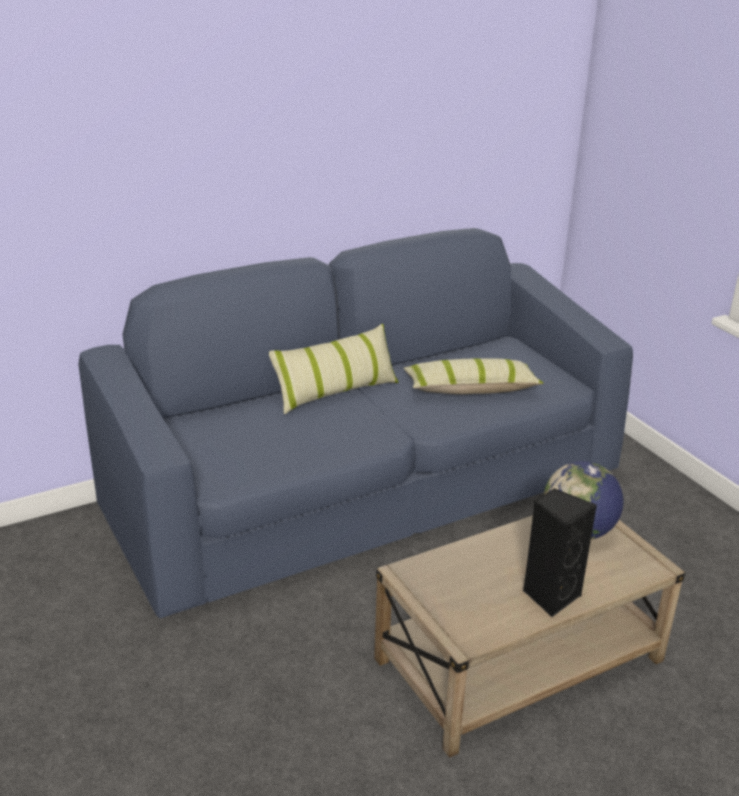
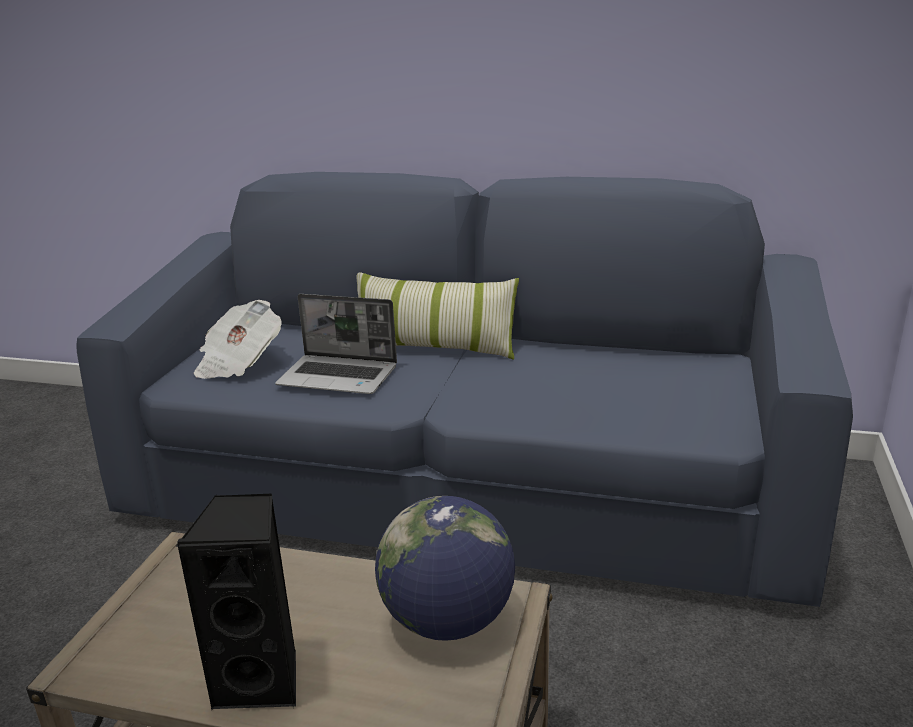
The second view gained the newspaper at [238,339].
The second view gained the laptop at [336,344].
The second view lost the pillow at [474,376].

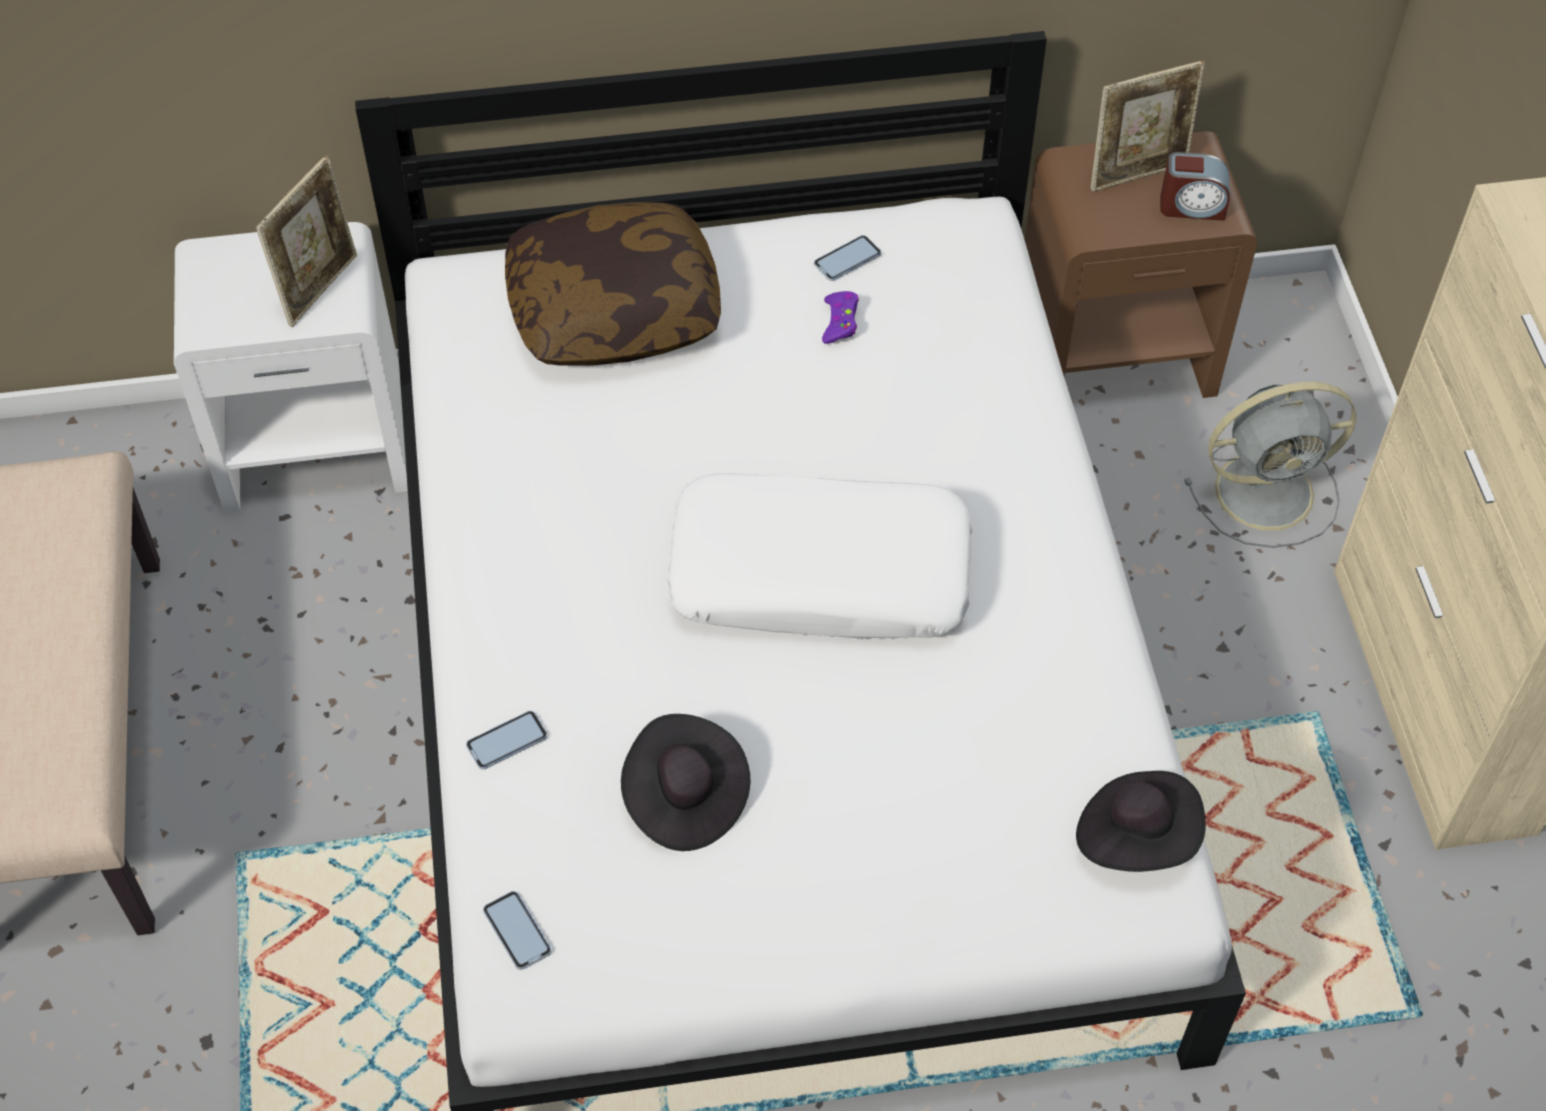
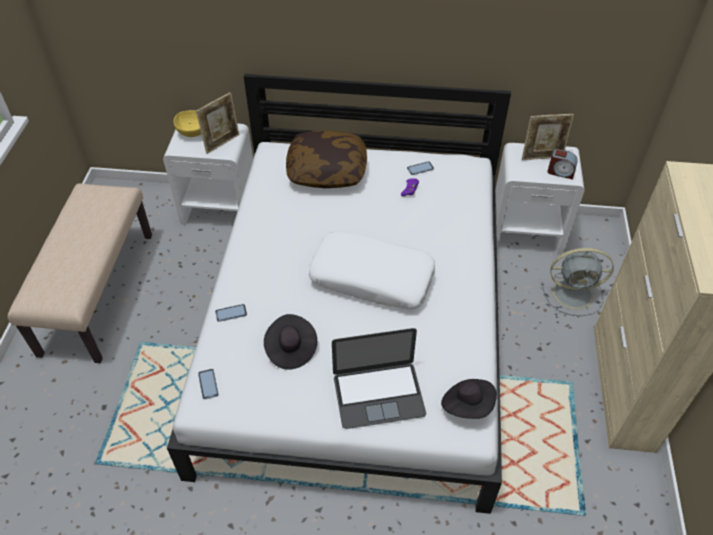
The second view gained the bowl (yellow) at [187,123].
The second view gained the laptop at [379,378].
What was the nightstand (brown) at [1141,264] turned into the nightstand (white) at [540,199].

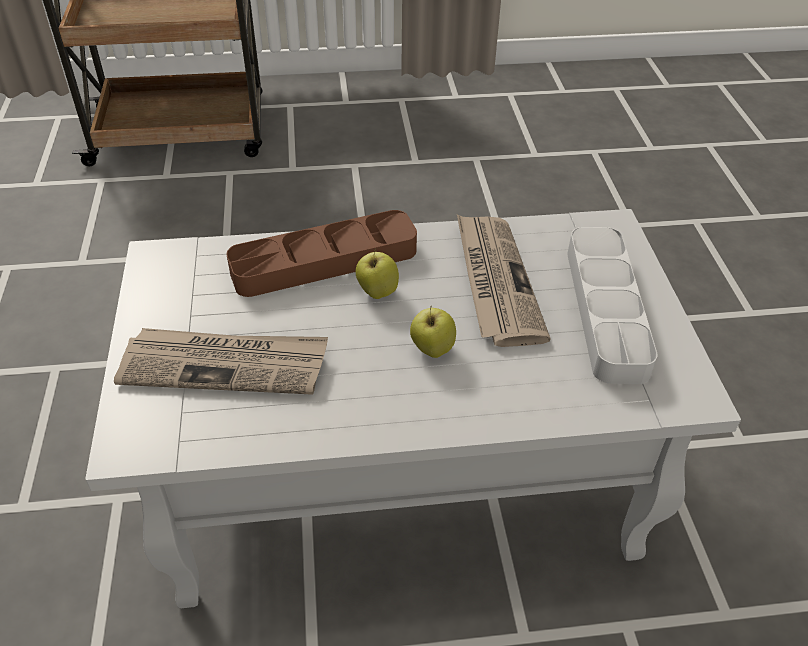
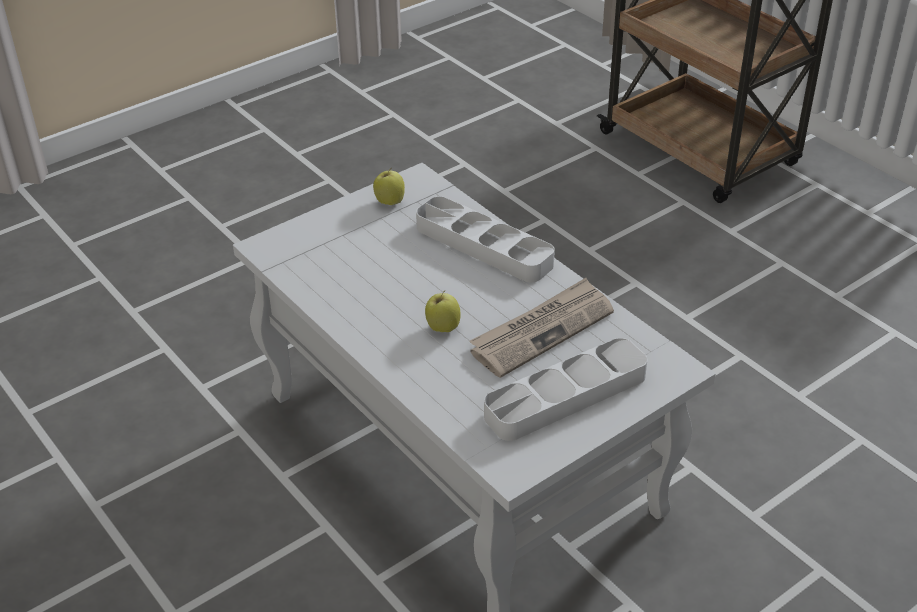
The apple ended up elsewhere, having gone from [377,273] to [389,186].
What was the tray (brown) at [322,253] turned into the tray (grey) at [485,239].
The second view lost the newspaper at [221,361].

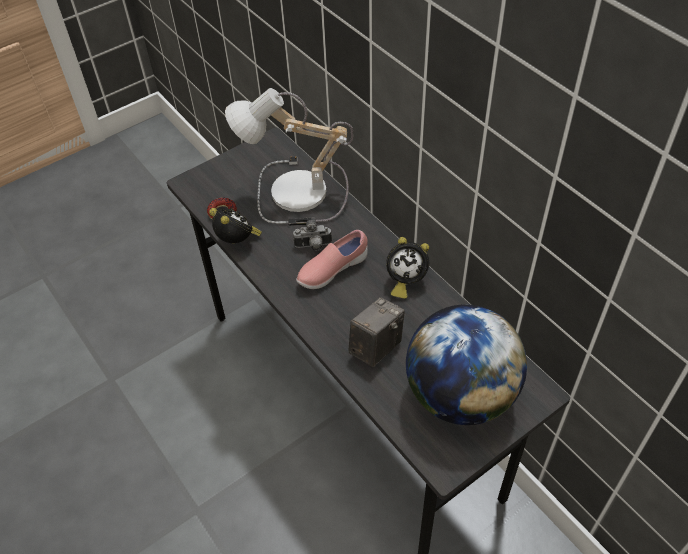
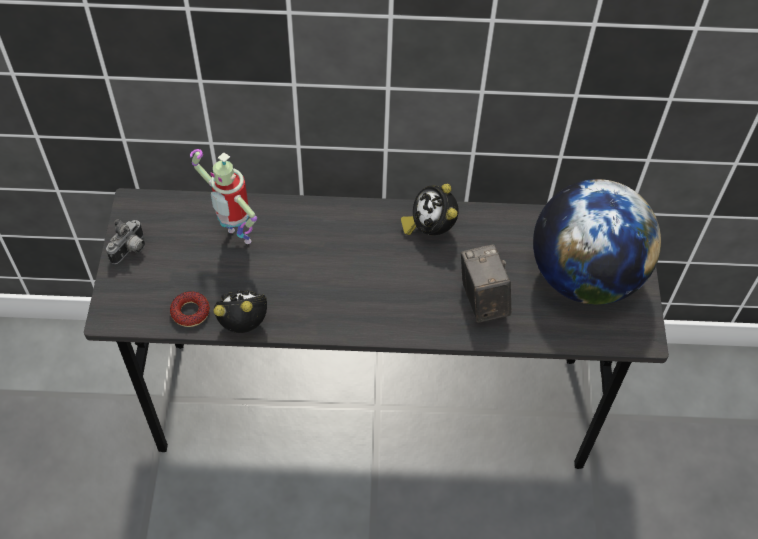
The photo camera ended up elsewhere, having gone from [312,234] to [125,241].
Where the table lamp stood at [289,157], the toy robot came to stand at [223,196].
The alarm clock at [407,268] ended up facing another way, 120 degrees clockwise from before.
The second view lost the shoe (pink) at [332,259].

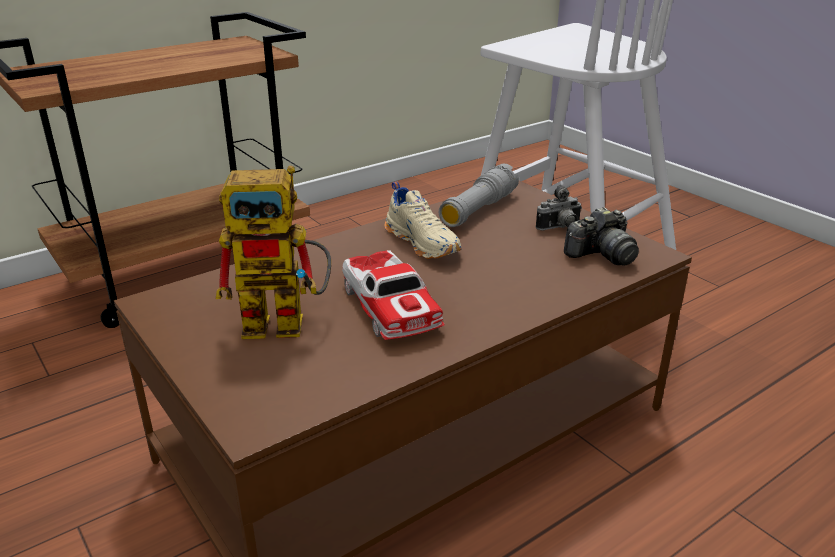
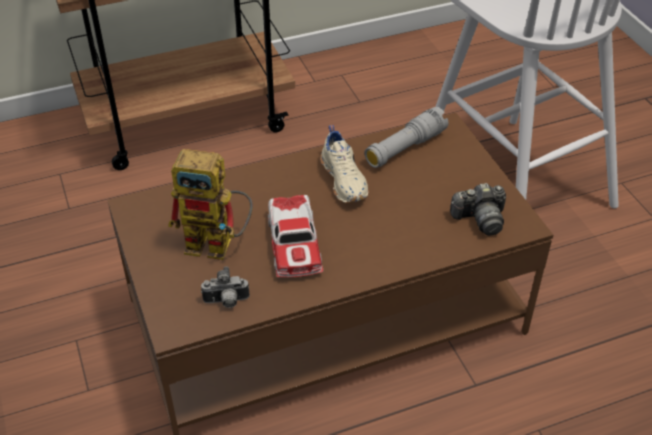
The photo camera ended up elsewhere, having gone from [559,208] to [225,287].

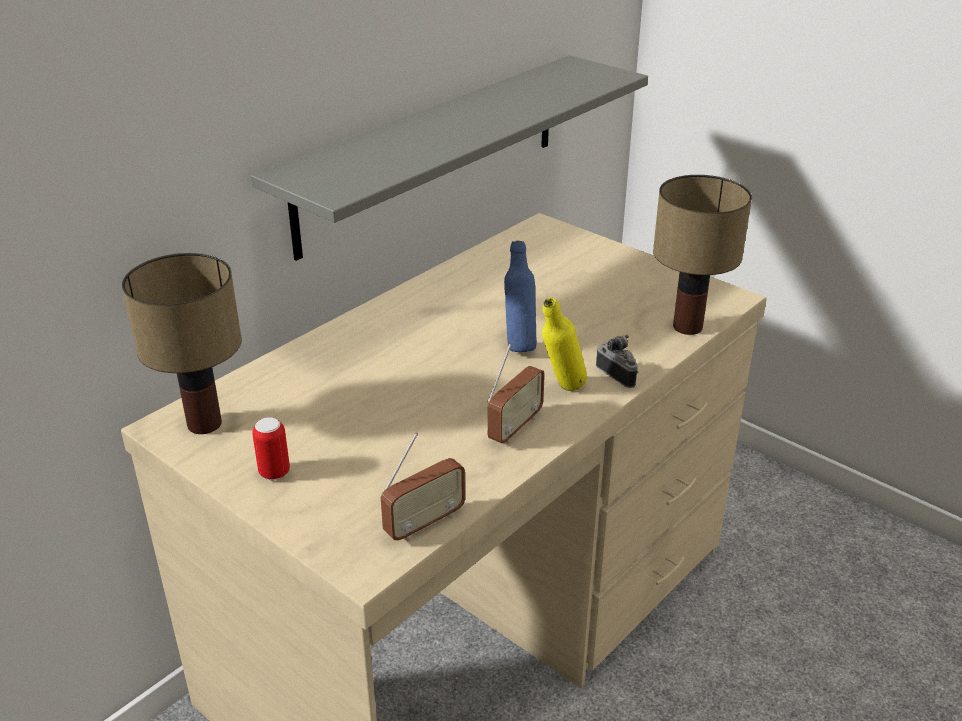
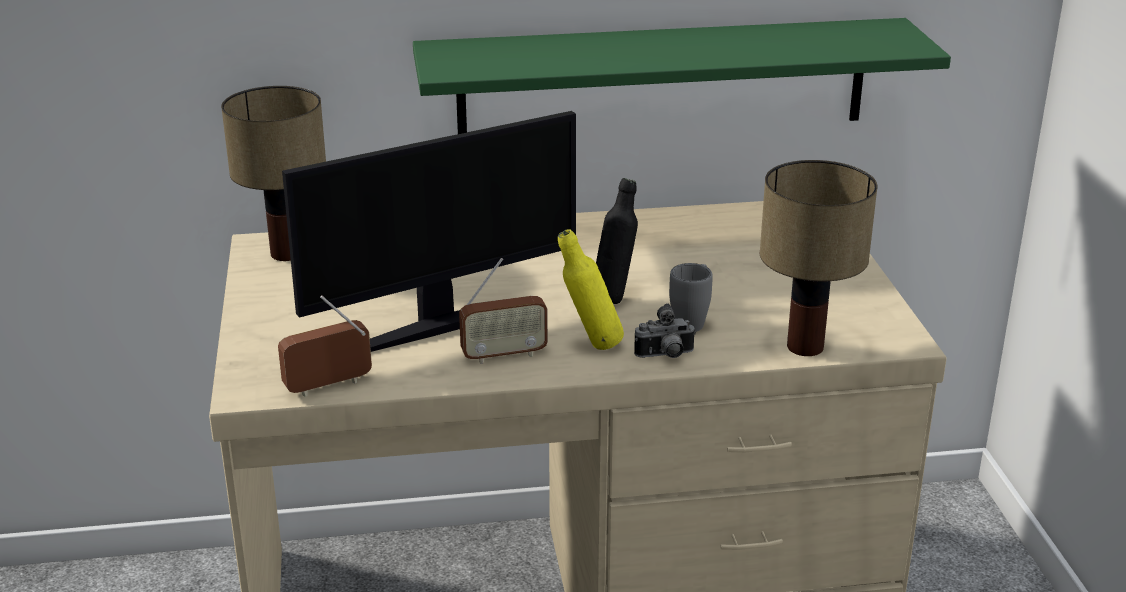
The radio at [423,487] ended up facing another way, 150 degrees clockwise from before.
The second view gained the monitor at [429,231].
What was the shelf (grey) at [449,158] turned into the shelf (green) at [682,76].
What was the bottle (blue) at [520,296] turned into the bottle (black) at [617,241].
The photo camera at [617,361] ended up facing another way, 75 degrees clockwise from before.
The second view gained the mug (grey) at [691,297].
The second view lost the can at [271,448].

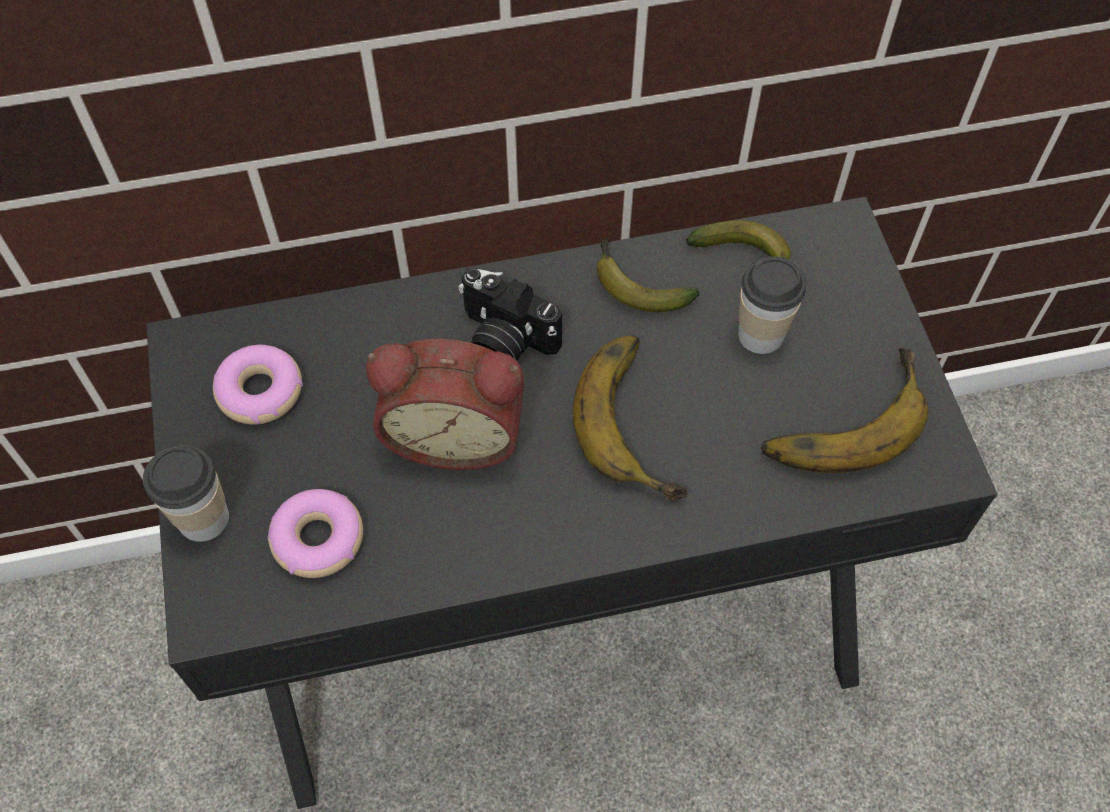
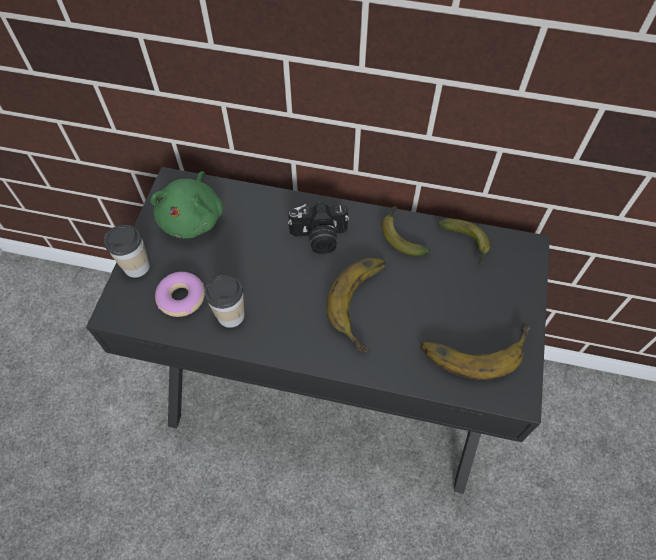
Where the donut stood at [258,385], the plush toy (green) came to stand at [186,204].
The cup ended up elsewhere, having gone from [772,305] to [224,301].
The photo camera at [510,314] ended up facing another way, 60 degrees counterclockwise from before.
The second view lost the alarm clock at [445,404].

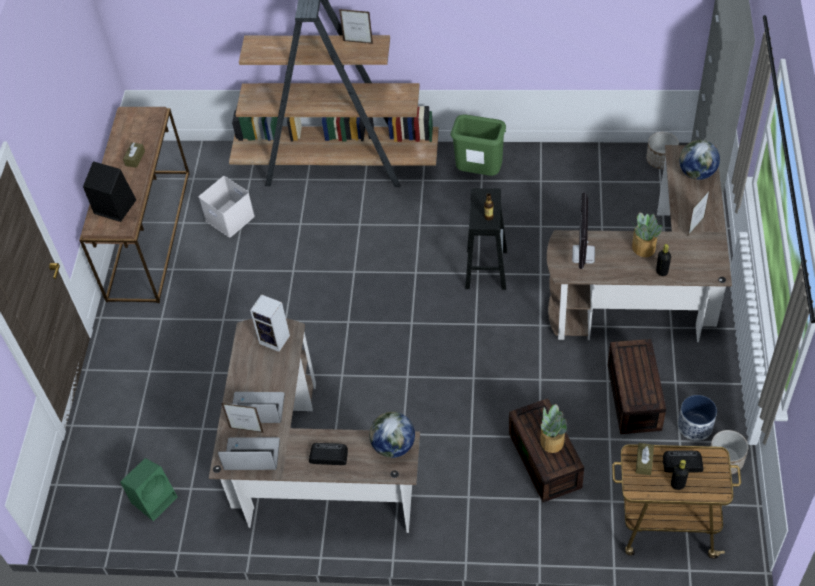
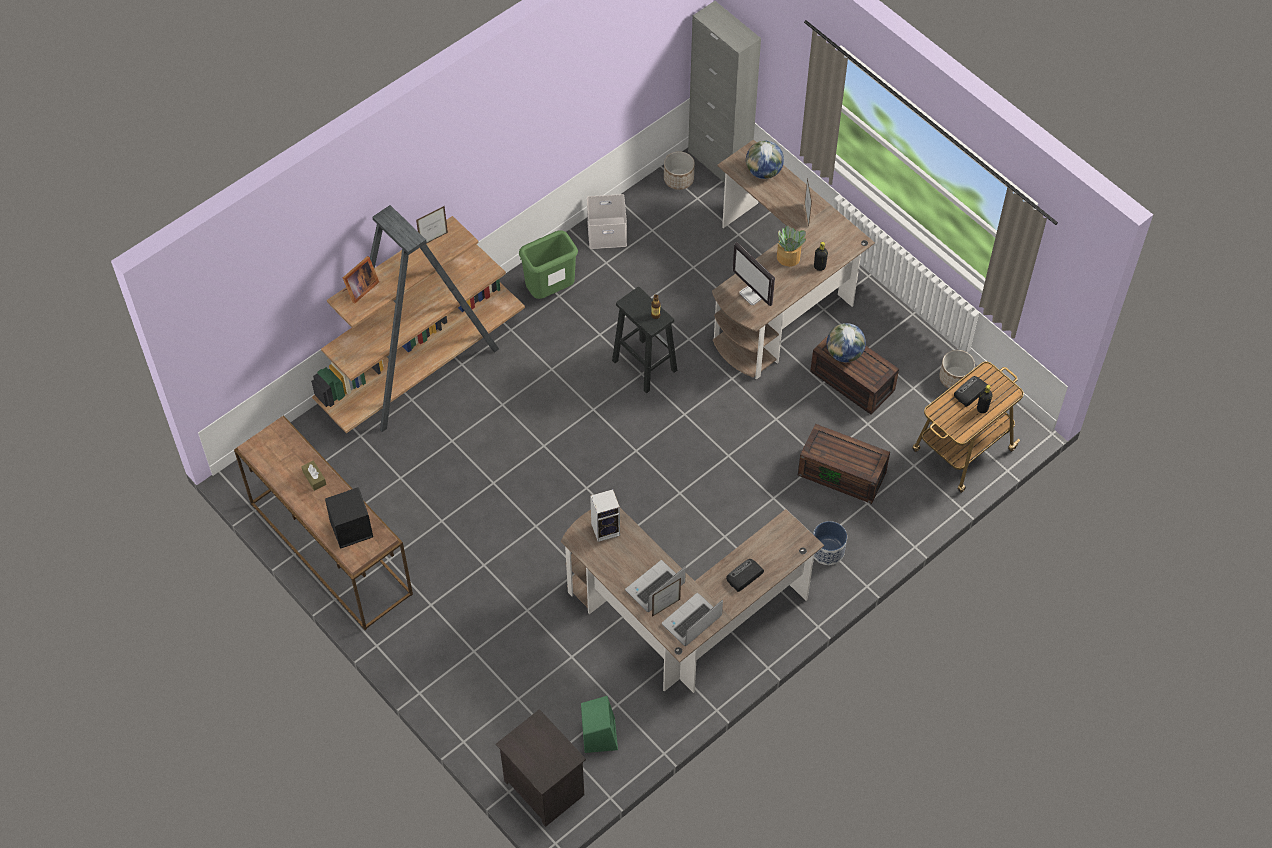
The second view gained the picture frame at [360,280].
The second view gained the nightstand (black) at [541,768].
The storage box (white) ended up elsewhere, having gone from [227,207] to [607,221].
The planter ended up elsewhere, having gone from [697,418] to [830,543].
The globe ended up elsewhere, having gone from [392,435] to [846,342].
The second view lost the potted plant at [553,428].
The second view lost the tissue box (brown) at [645,459].

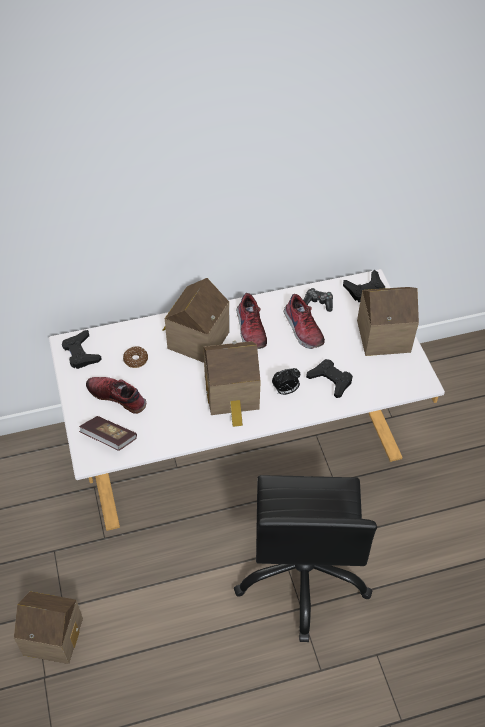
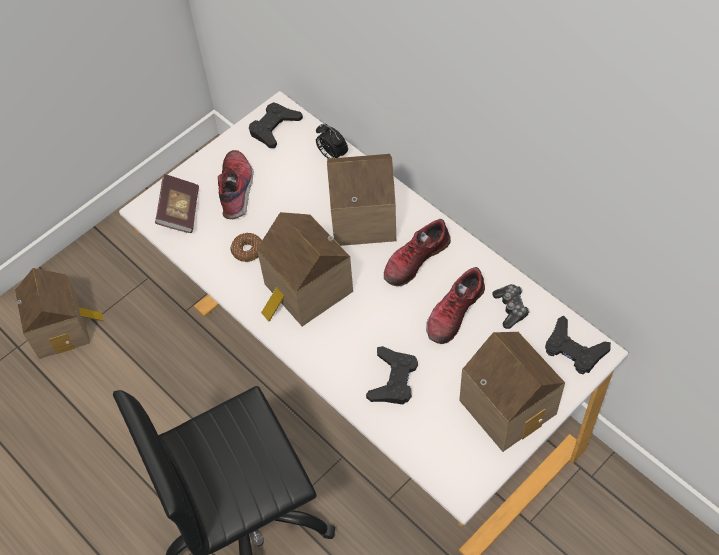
The donut ended up elsewhere, having gone from [135,357] to [246,247].
The alarm clock ended up elsewhere, having gone from [286,381] to [332,141].

